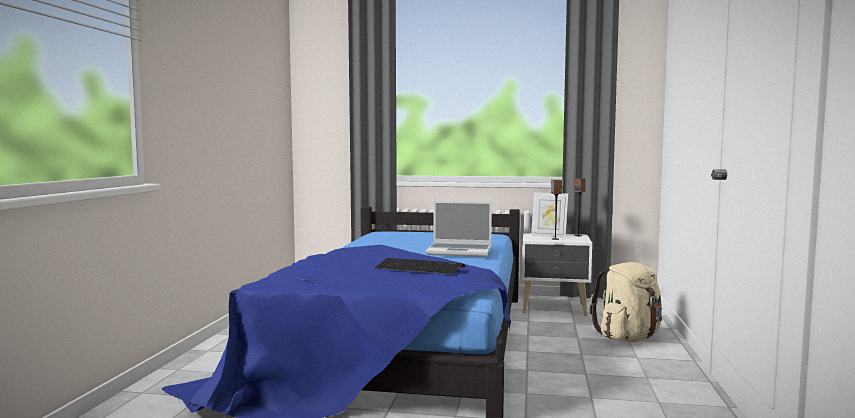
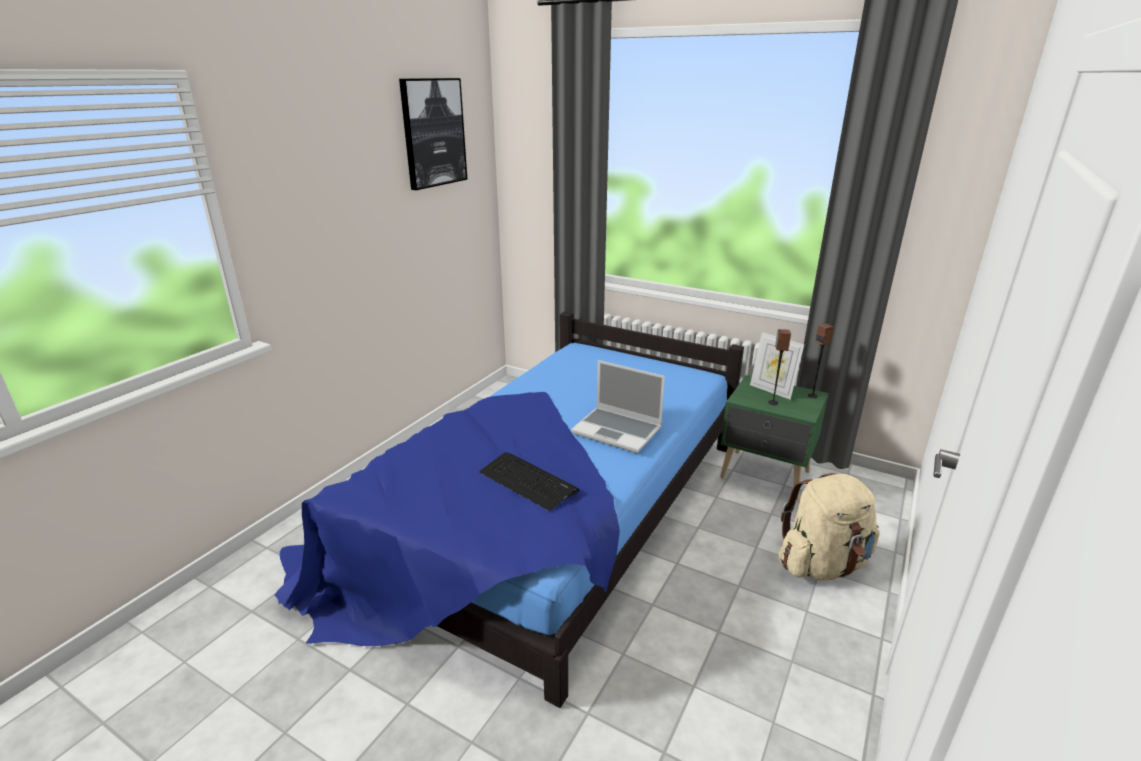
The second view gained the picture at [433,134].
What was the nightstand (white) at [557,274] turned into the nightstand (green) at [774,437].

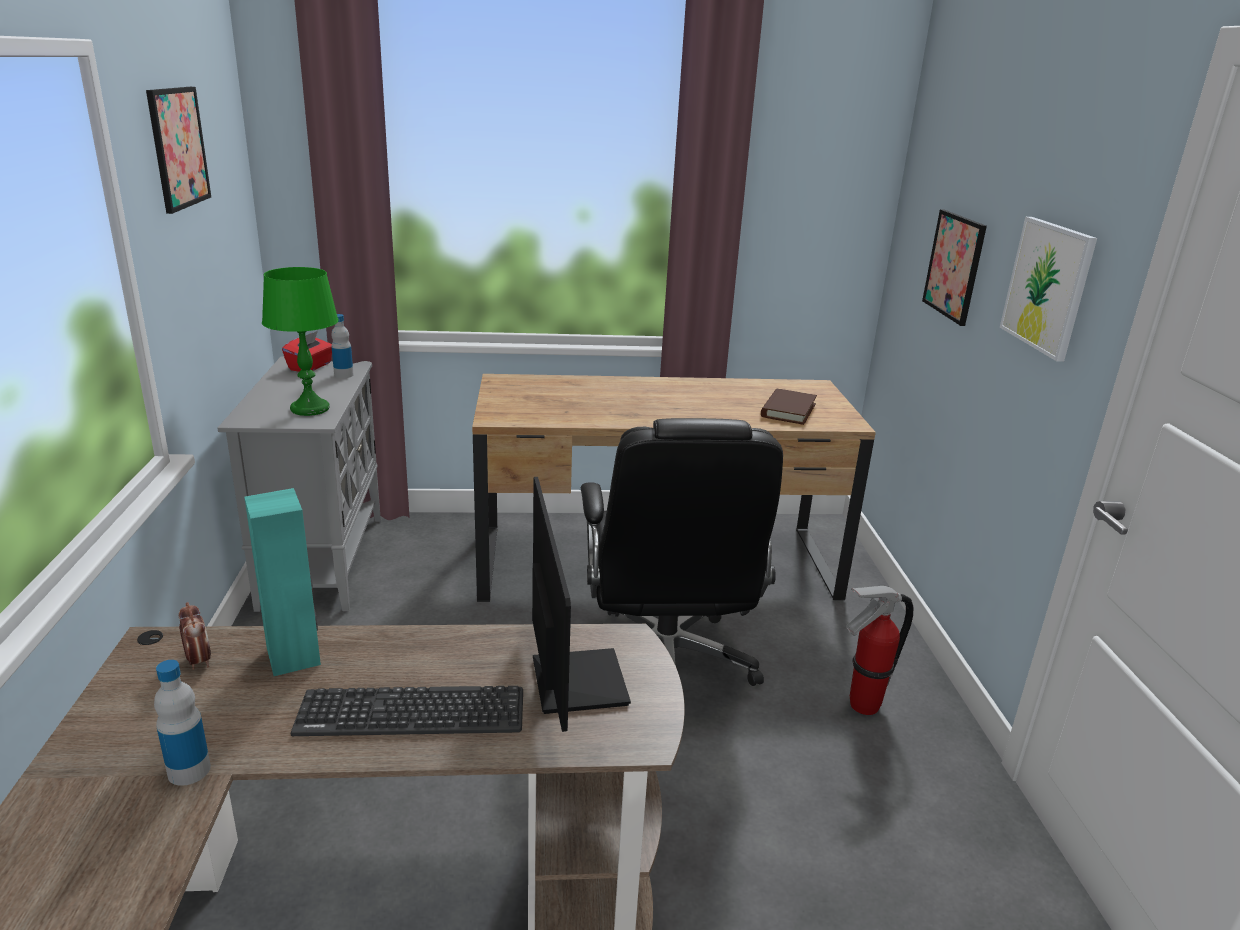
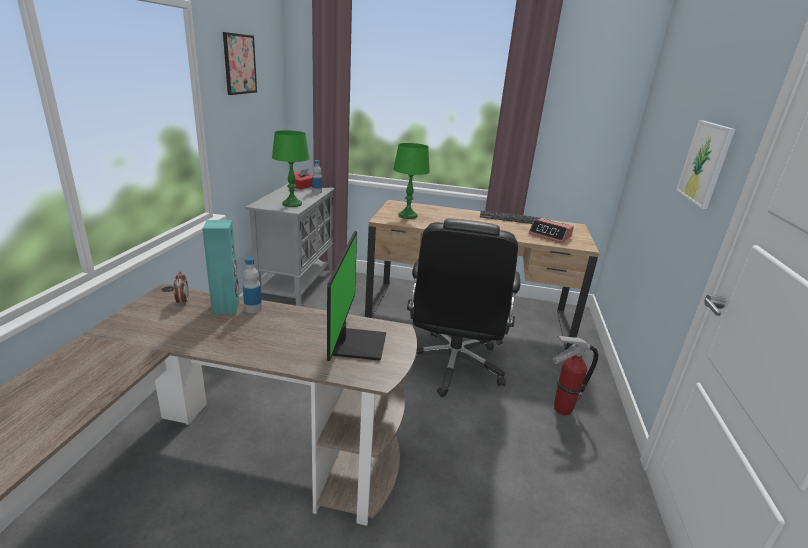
The bottle ended up elsewhere, having gone from [182,723] to [252,285].
The second view gained the table lamp (green) at [411,181].
The keyboard ended up elsewhere, having gone from [407,711] to [510,217].
Where the book (brown) stood at [789,407], the alarm clock came to stand at [551,230].
The second view lost the picture at [954,267].

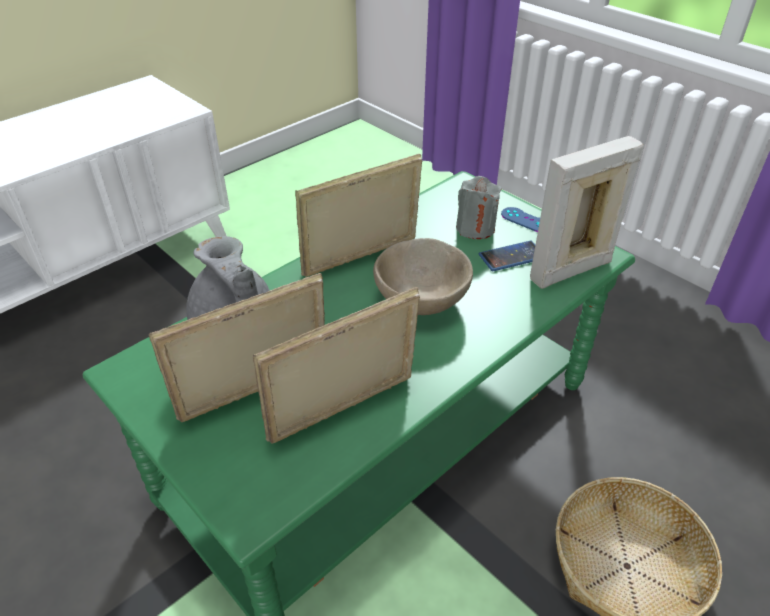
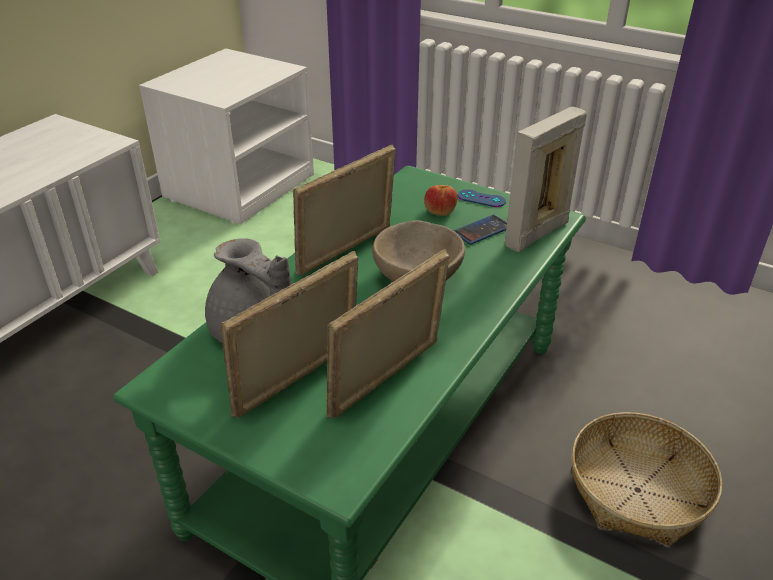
The second view gained the nightstand (white) at [226,136].
Where the candle (grey) stood at [479,207], the apple came to stand at [440,200].

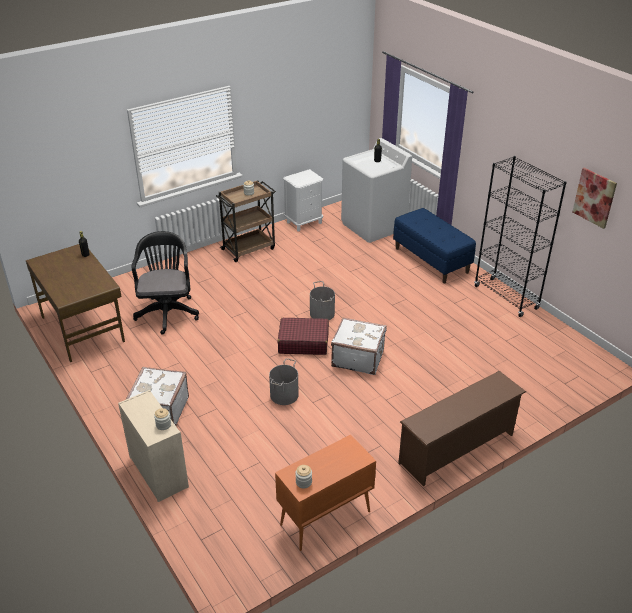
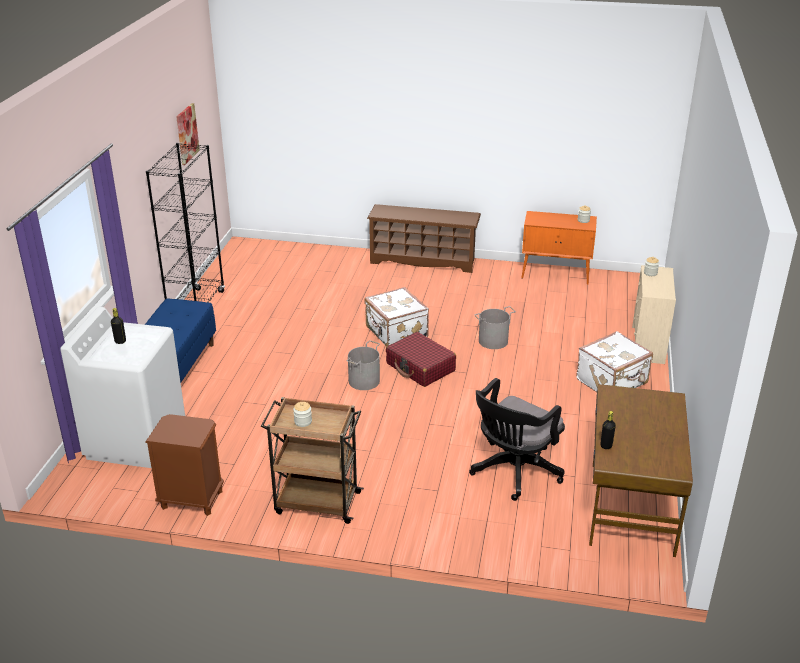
What was the nightstand (white) at [303,200] turned into the nightstand (brown) at [184,465].

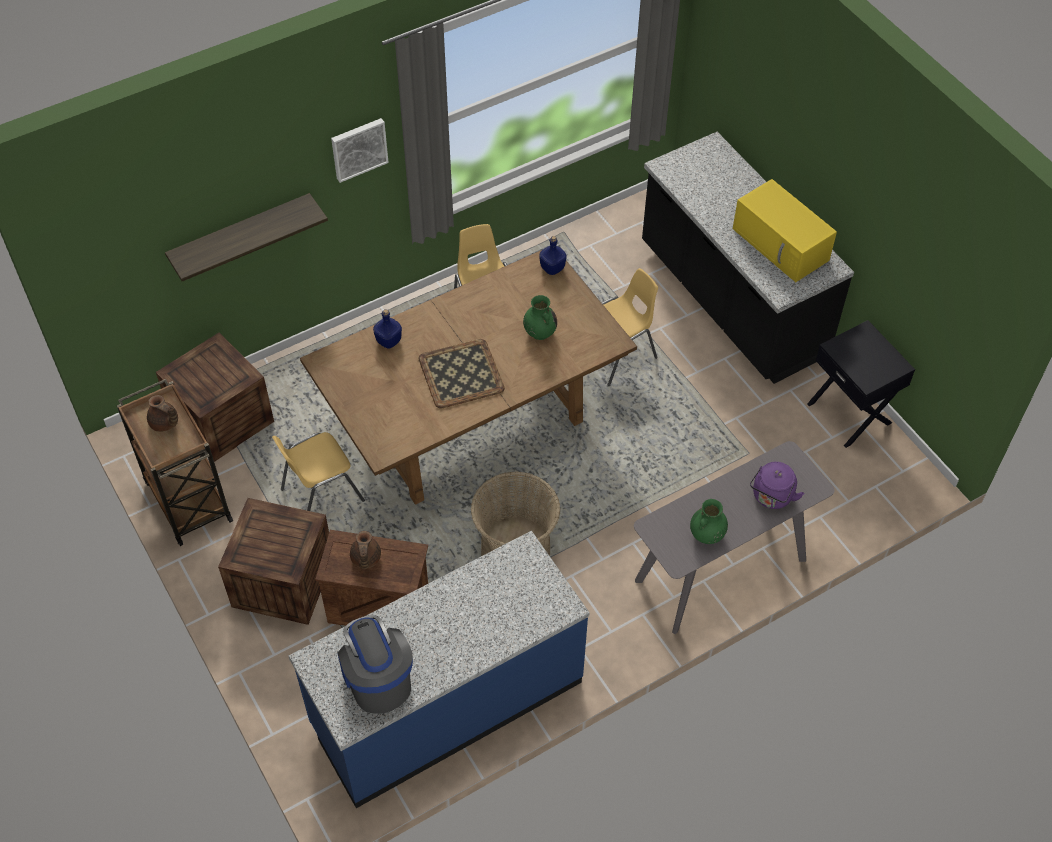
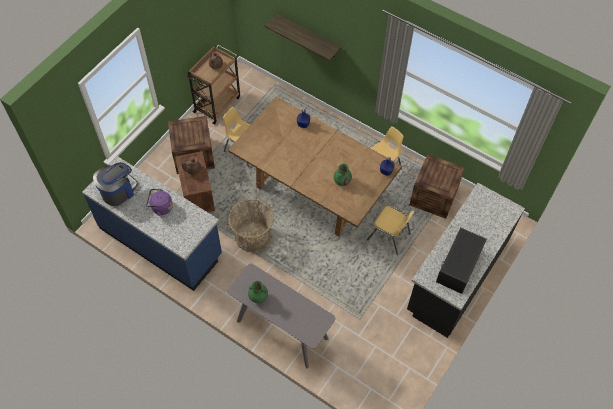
The kettle (purple) ended up elsewhere, having gone from [777,485] to [159,202].
The crate ended up elsewhere, having gone from [215,397] to [437,186].
What was the microwave (yellow) at [785,230] turned into the microwave (black) at [461,261].
The second view lost the picture at [360,150].
The second view lost the tray at [461,374].
The second view lost the nightstand (black) at [861,384].

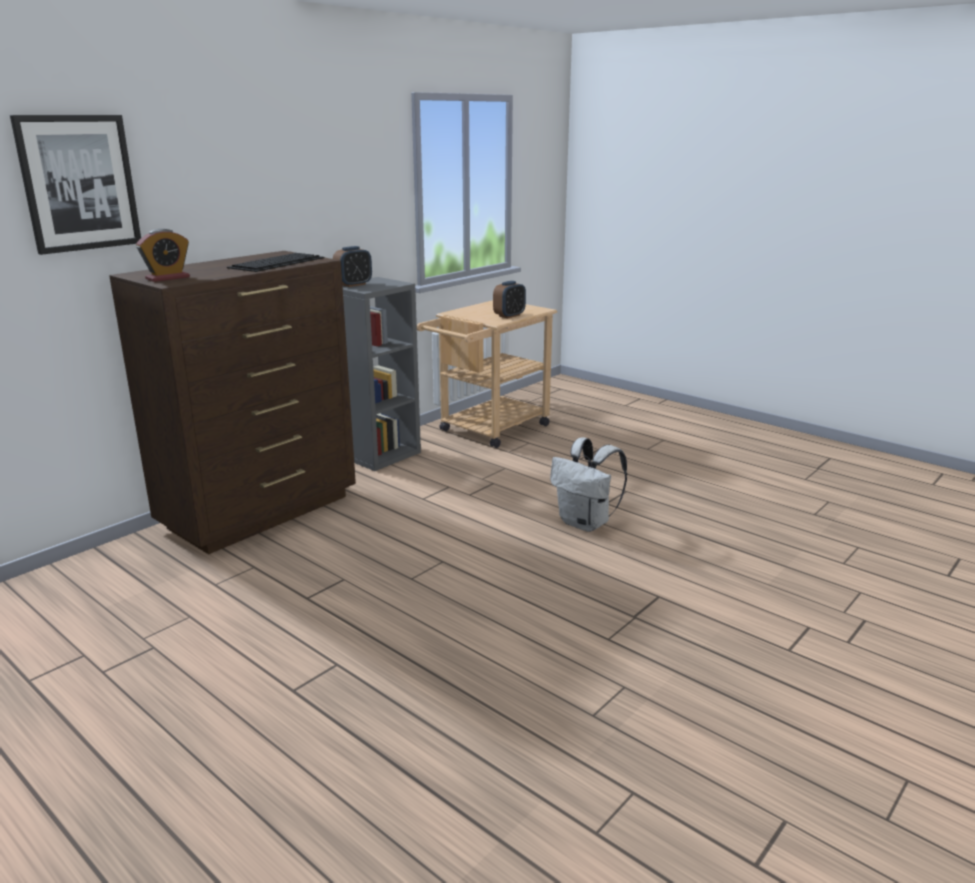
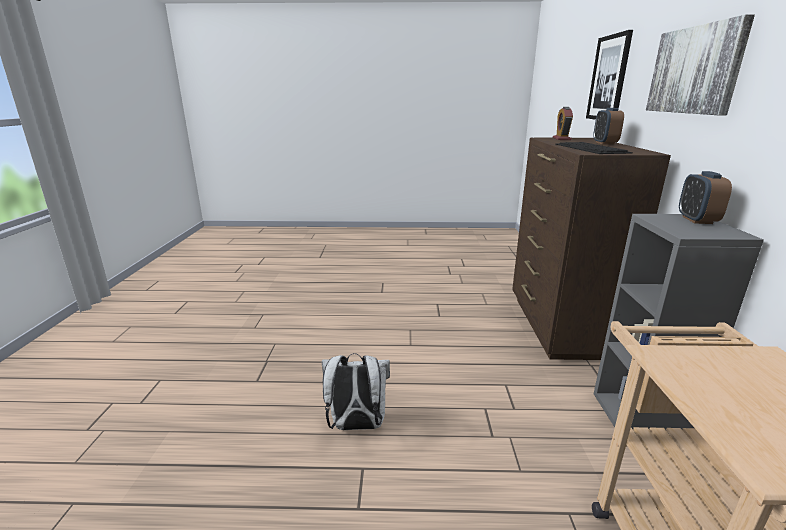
The alarm clock ended up elsewhere, having gone from [509,299] to [608,126].
The second view gained the picture at [700,64].

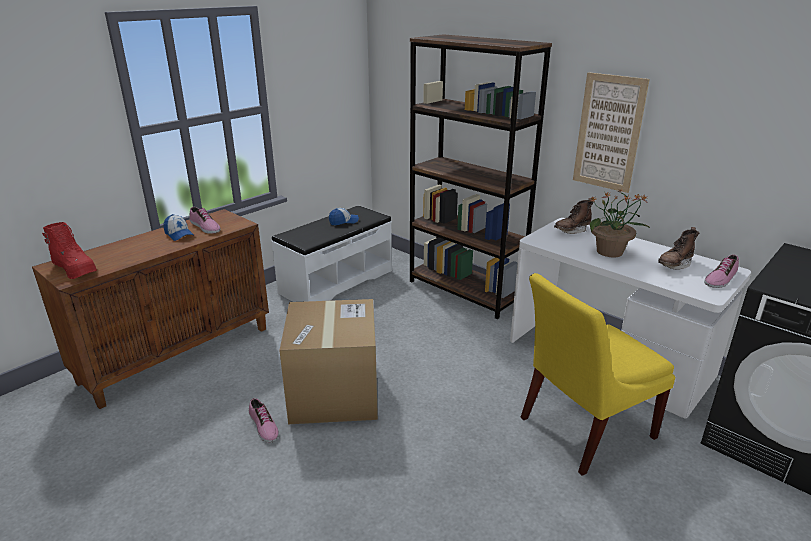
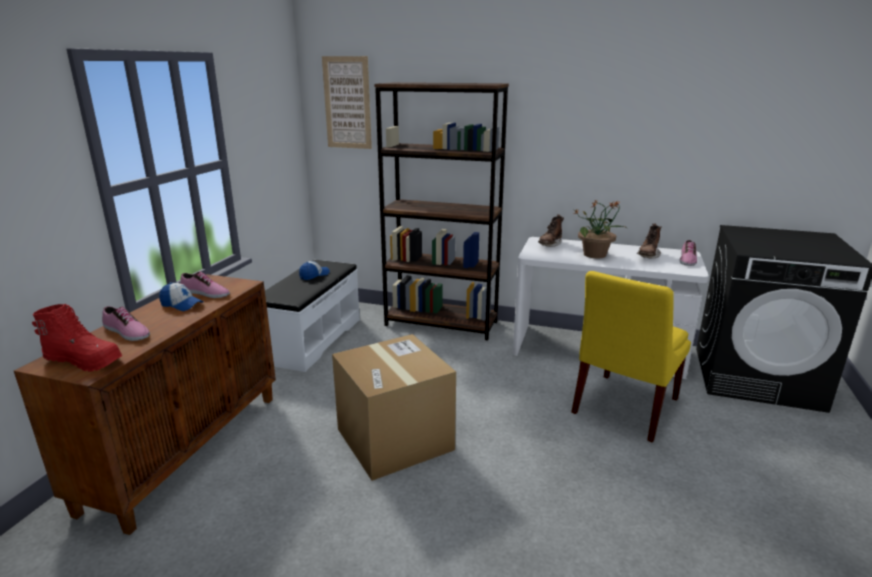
The shoe ended up elsewhere, having gone from [264,420] to [126,323].
The picture ended up elsewhere, having gone from [611,132] to [347,102].

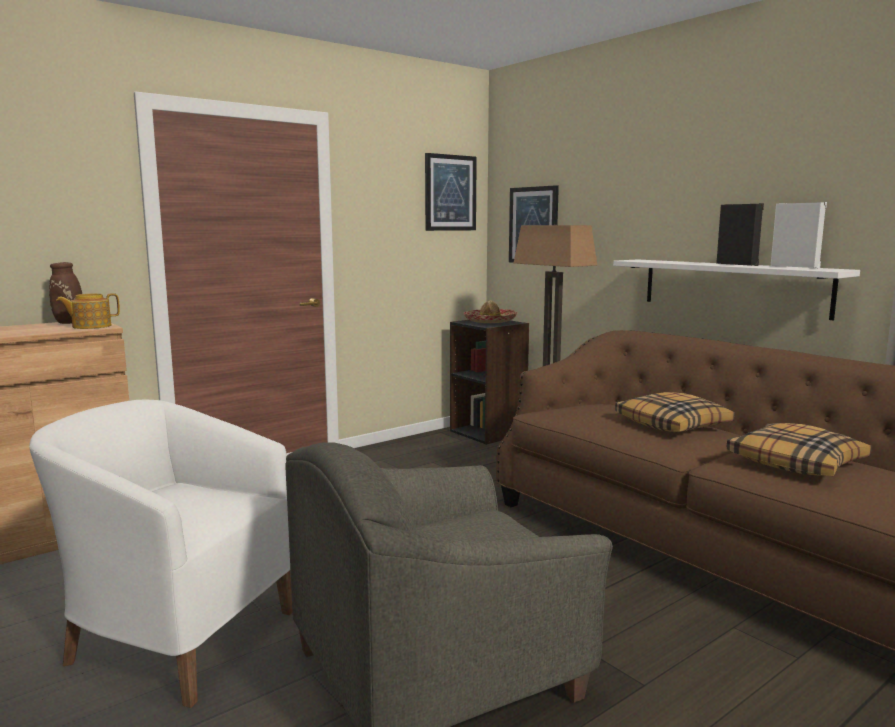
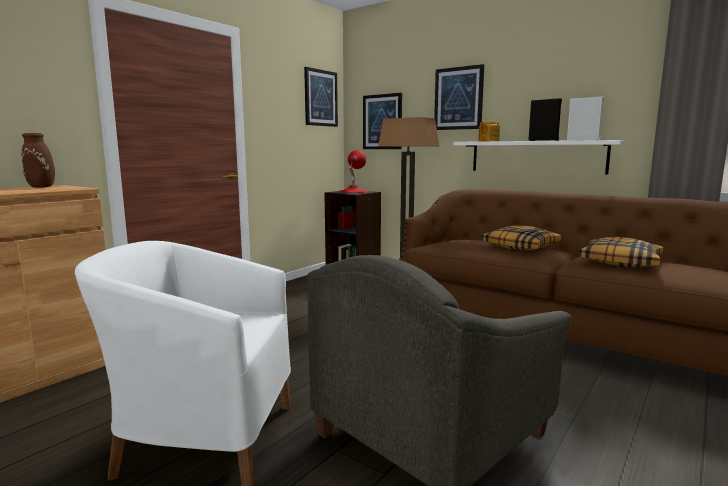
Where the hat stood at [490,311], the table lamp (red) came to stand at [353,171].
The second view gained the picture at [459,97].
The teapot ended up elsewhere, having gone from [88,311] to [489,131].

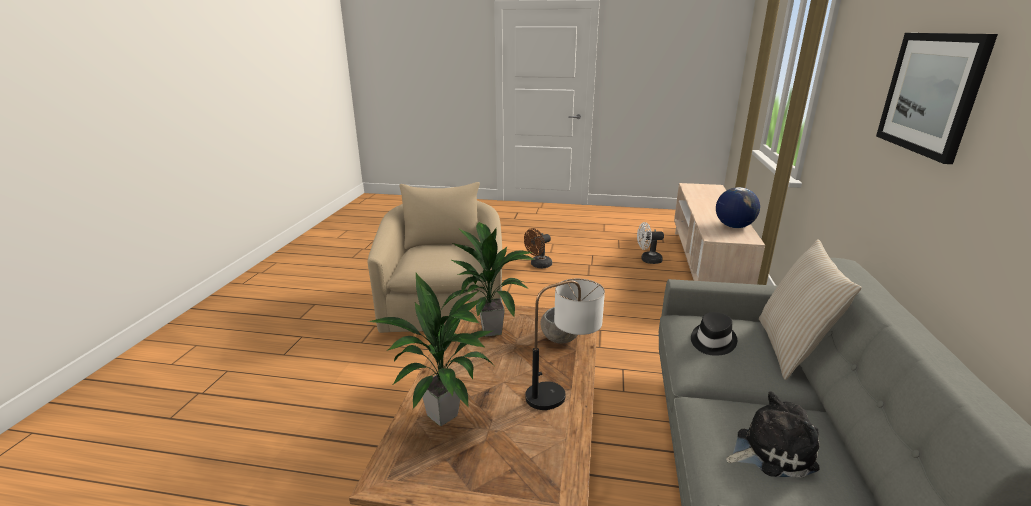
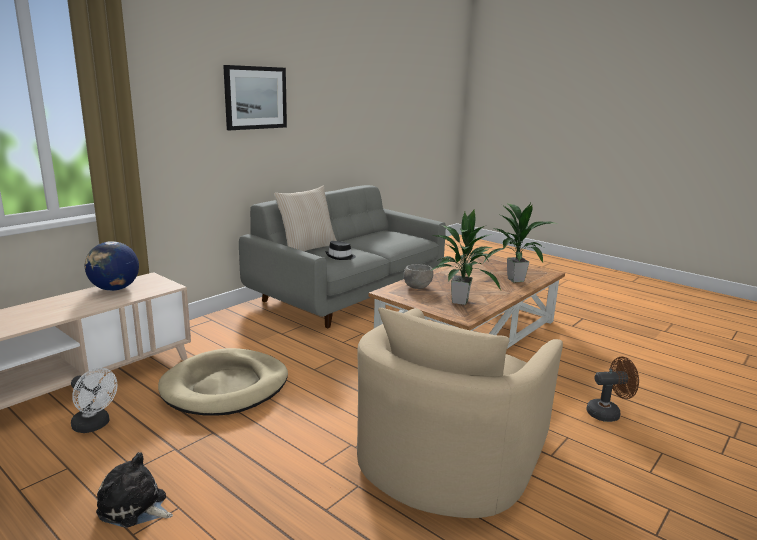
The plush toy ended up elsewhere, having gone from [772,434] to [134,490].
The second view gained the dog bed (beige) at [223,382].
The fan (brown) ended up elsewhere, having gone from [538,248] to [612,389].
The second view lost the table lamp at [565,344].

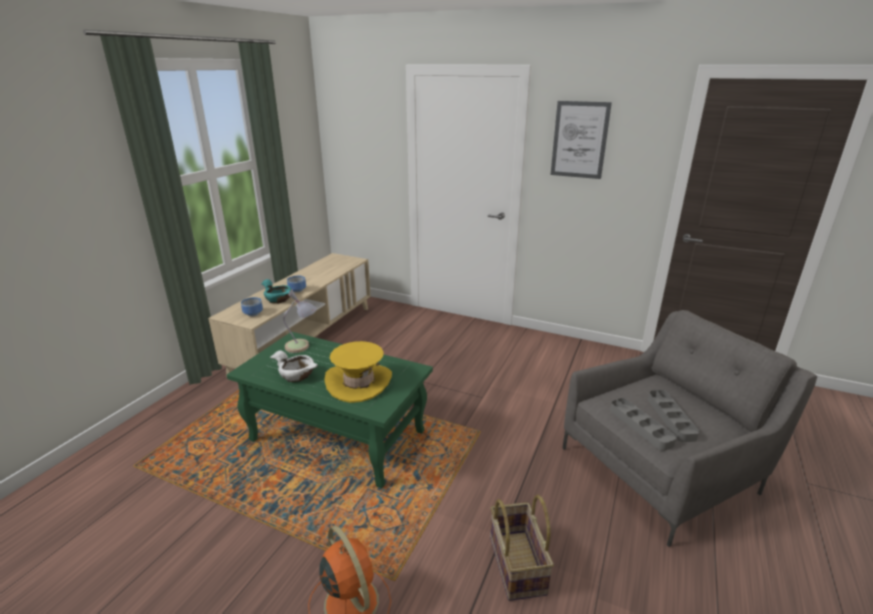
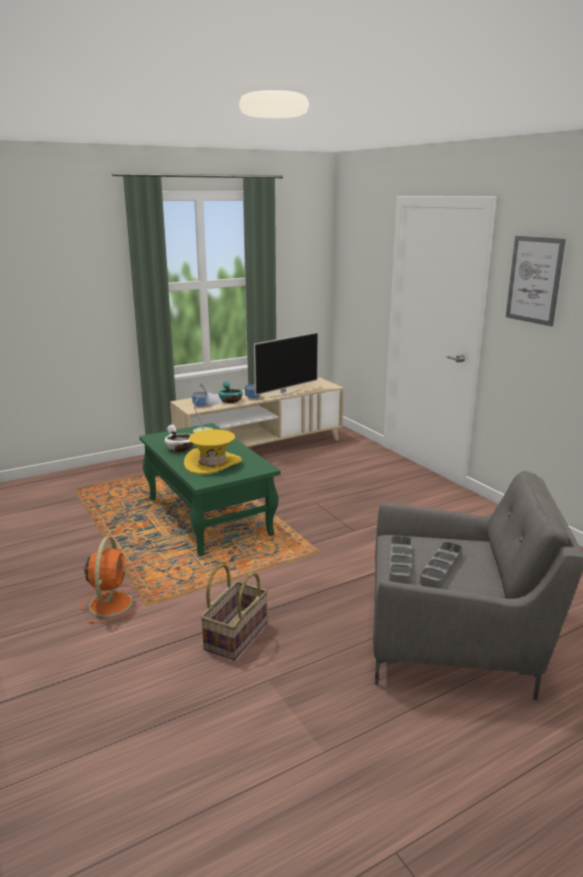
The second view gained the television at [286,365].

